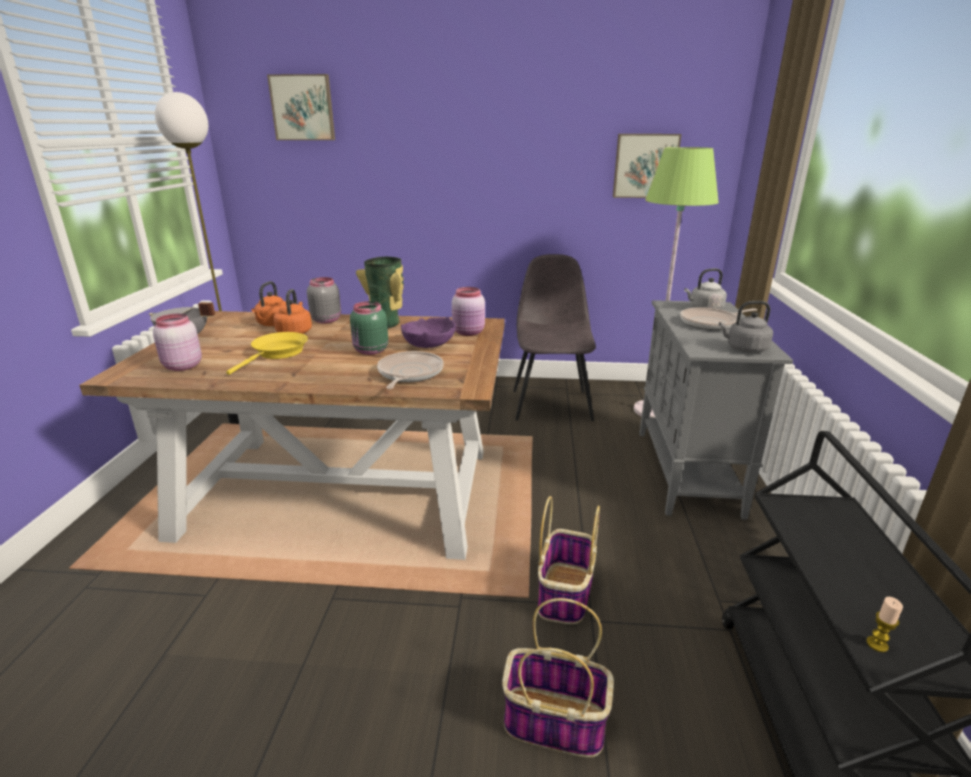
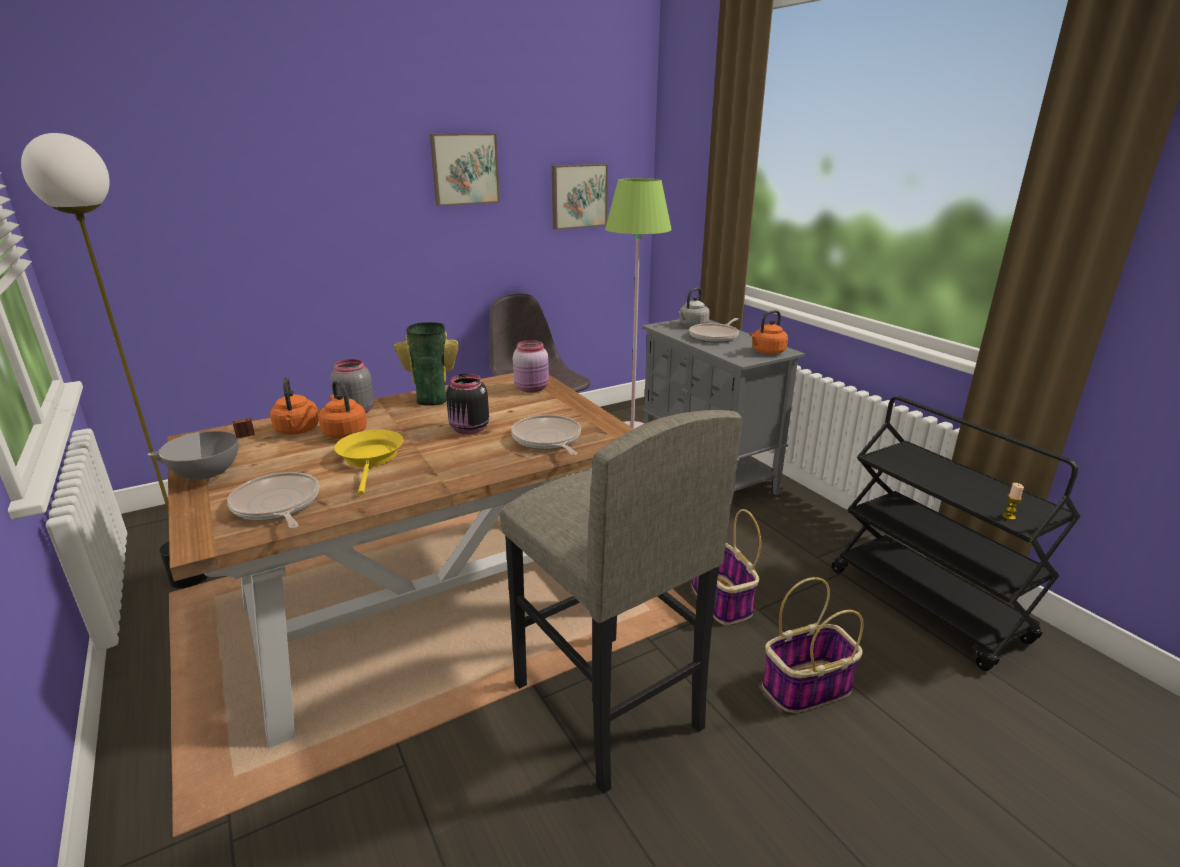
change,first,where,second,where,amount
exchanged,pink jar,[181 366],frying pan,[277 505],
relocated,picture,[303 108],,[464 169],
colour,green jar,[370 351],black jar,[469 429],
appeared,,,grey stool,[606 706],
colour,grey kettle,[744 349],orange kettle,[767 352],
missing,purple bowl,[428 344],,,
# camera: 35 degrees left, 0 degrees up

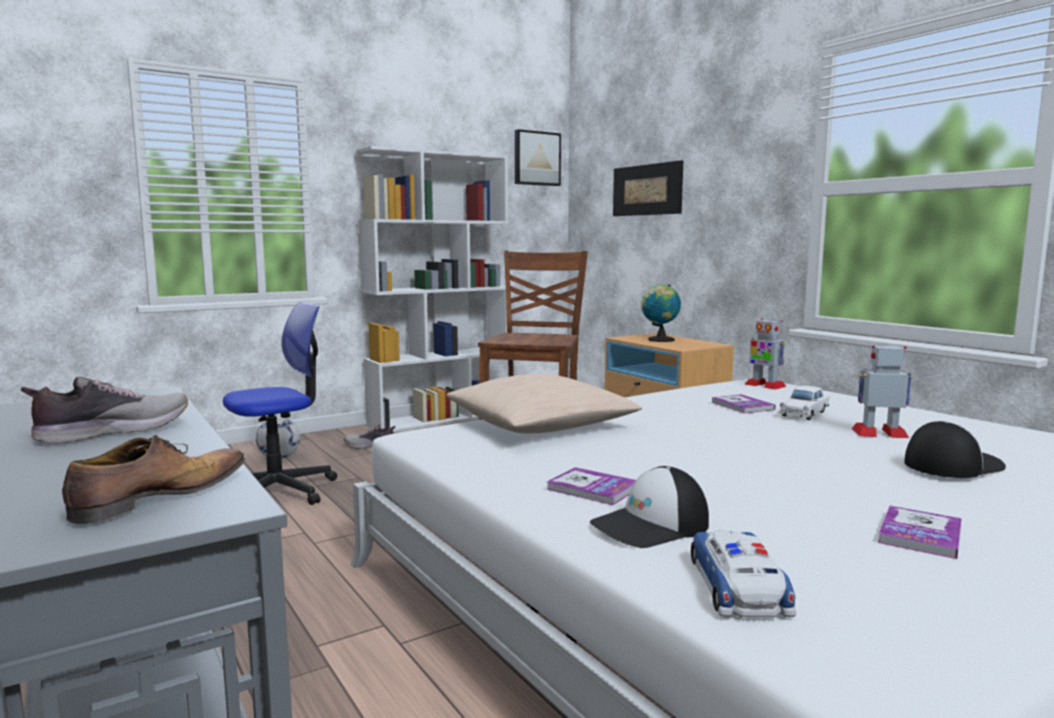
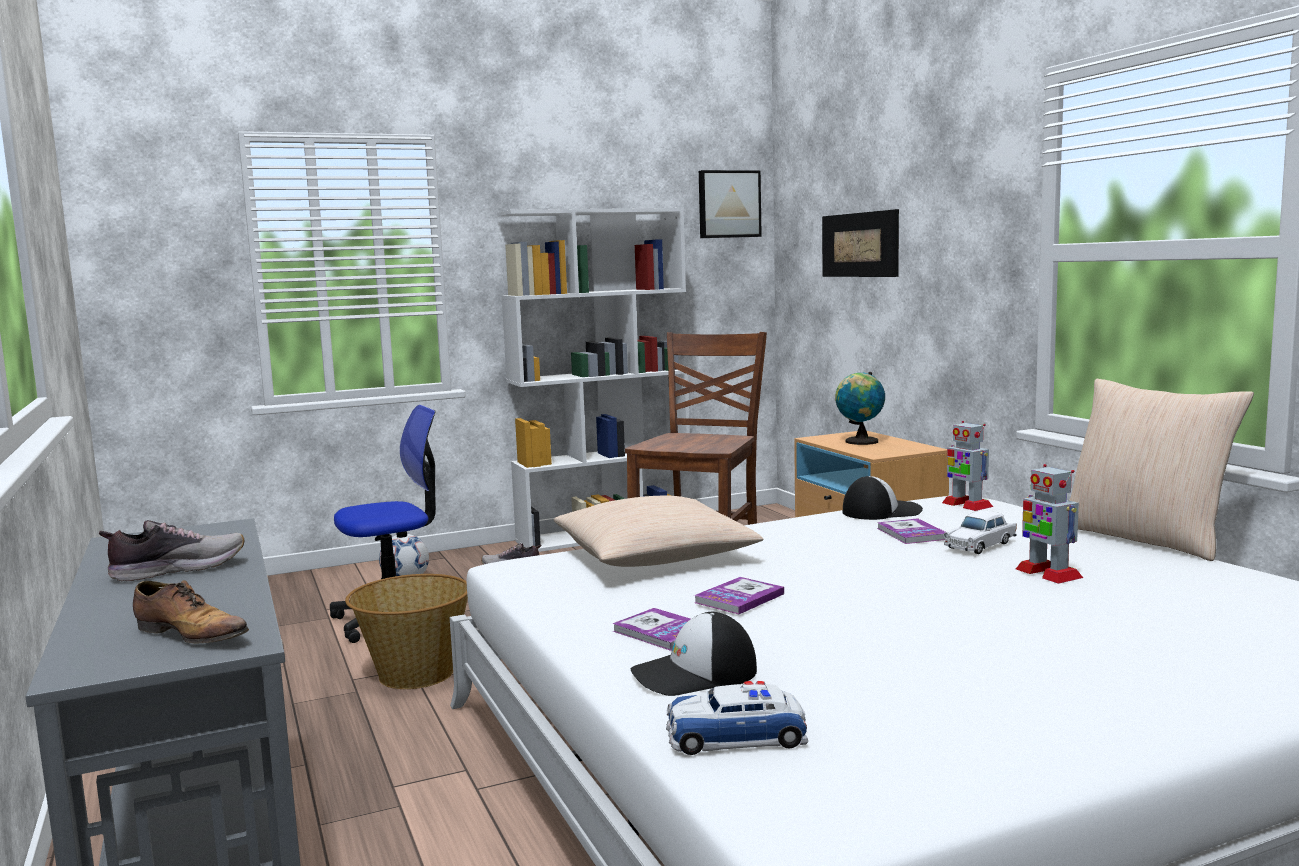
change,first,where,second,where,amount
spun,shoe,[158 498],,[191 634],75 degrees clockwise
appeared,,,basket,[414 674],
spun,toy car,[738 586],,[736 736],105 degrees counterclockwise
relocated,book,[920 534],,[739 598],
relocated,cap,[952 465],,[881 511],
spun,toy robot,[880 433],,[1047 573],135 degrees counterclockwise
appeared,,,beige pillow,[1145 538],
# camera: 10 degrees right, 0 degrees up

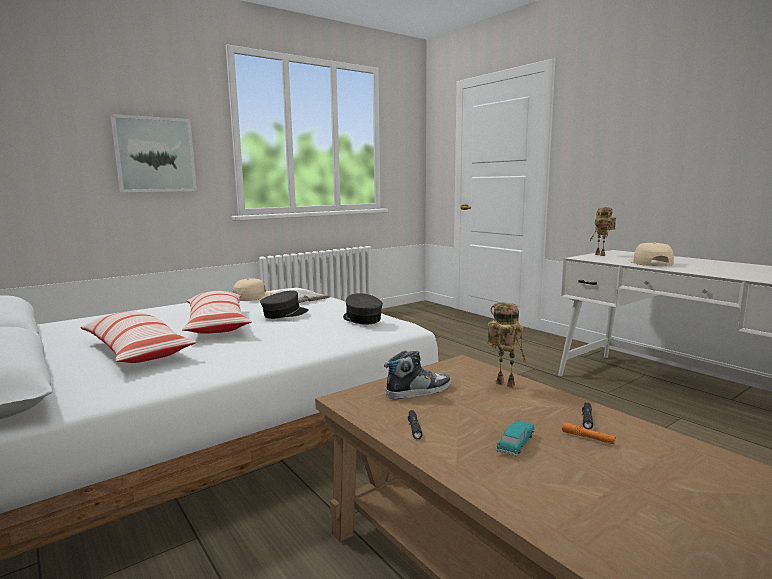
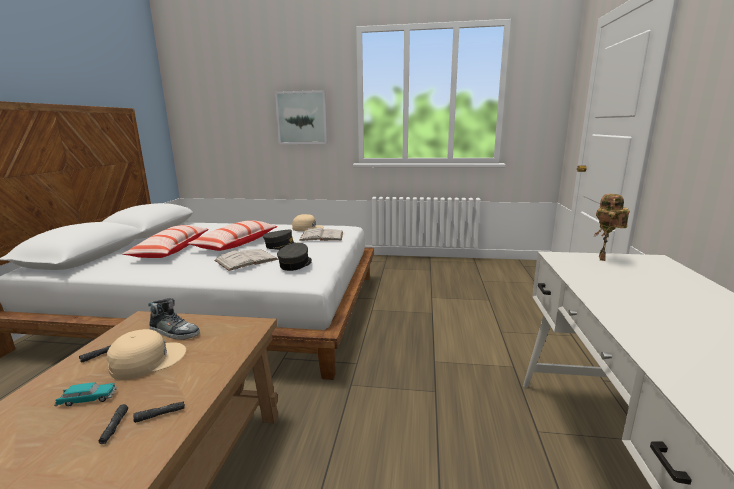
change,first,where,second,where,amount
colour,orange flashlight,[588 438],black flashlight,[114 427],
relocated,beige cap,[649 262],,[147 360],
appeared,,,white book,[246 260],
missing,toy robot,[503 385],,,
# camera: 45 degrees right, 5 degrees up

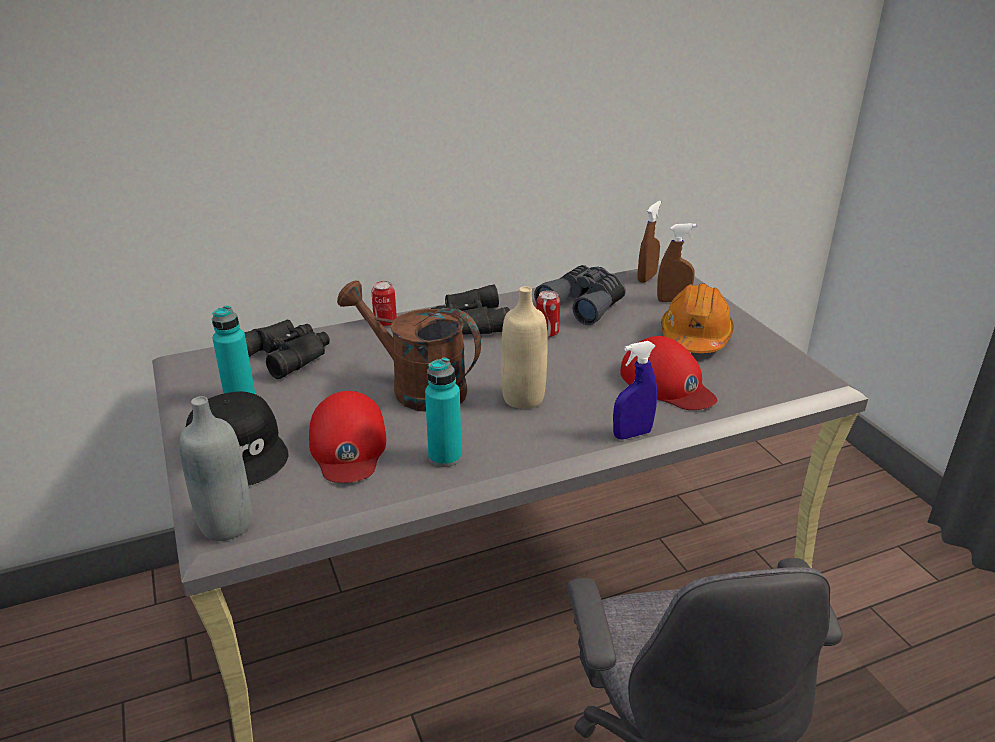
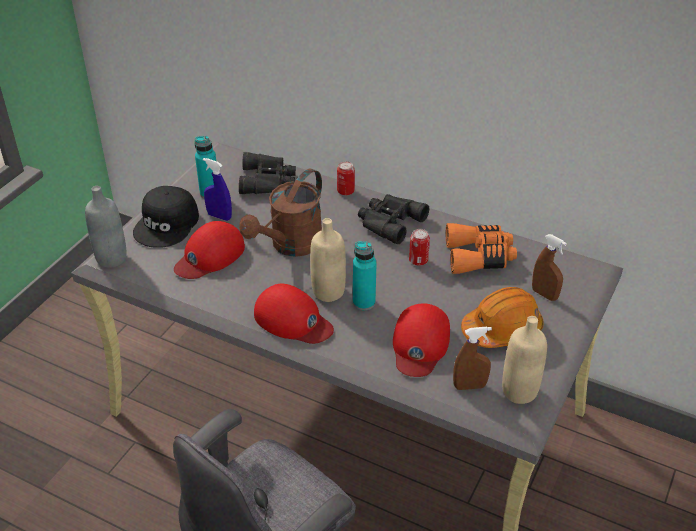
change,first,where,second,where,amount
relocated,blue spray bottle,[632 434],,[219 216],
spun,brown watering can,[417 388],,[291 246],135 degrees counterclockwise
appeared,,,red cap,[293 320],
relocated,turquoise bottle,[445 457],,[364 302],
colour,grey binoculars,[584 304],orange binoculars,[479 256],
relocated,brown spray bottle,[647 278],,[469 386],
appeared,,,beige bottle,[519 391],
# camera: 50 degrees right, 10 degrees up

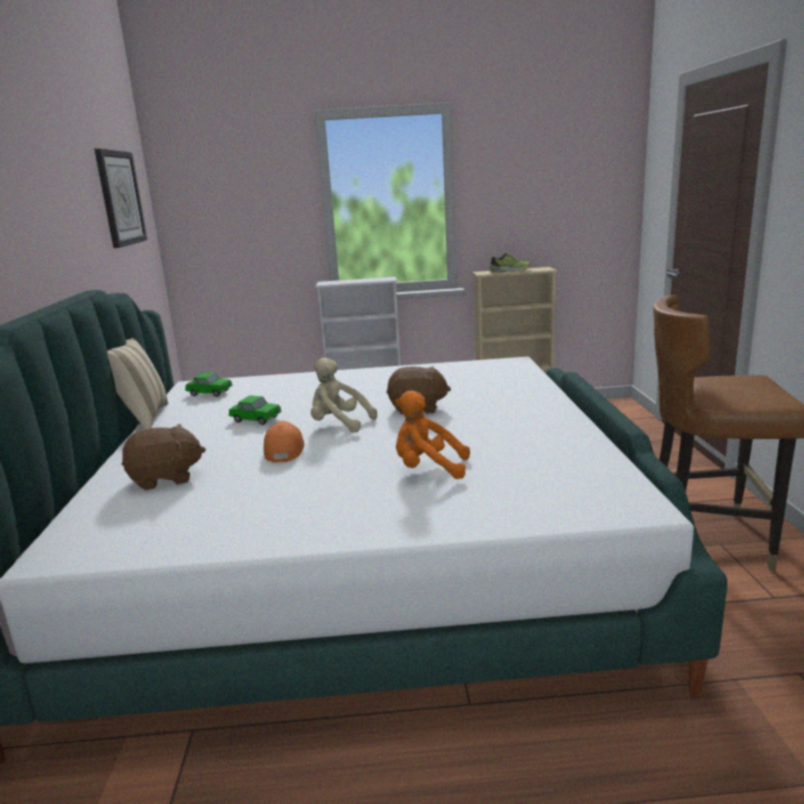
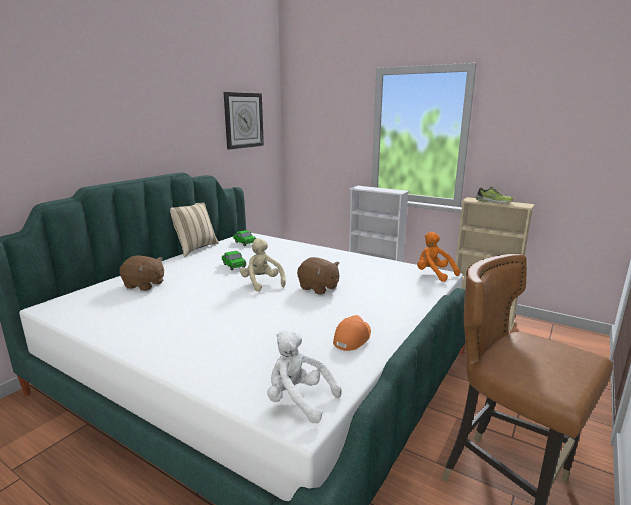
change,first,where,second,where,amount
appeared,,,white plush toy,[298 400],
relocated,orange cap,[283 450],,[352 338],
relocated,orange plush toy,[428 469],,[433 274],
# camera: 35 degrees right, 0 degrees up

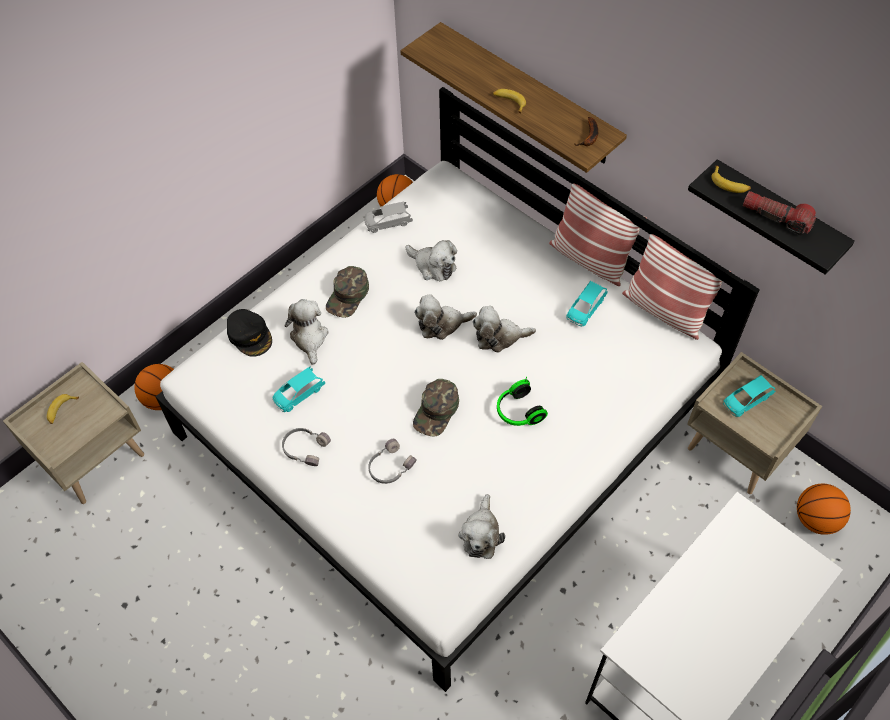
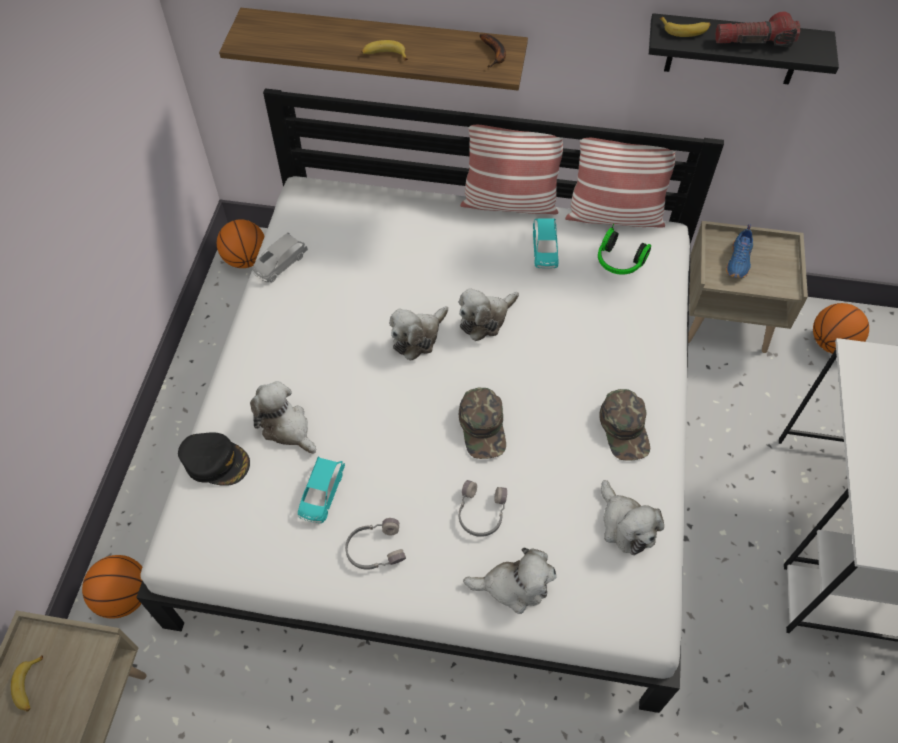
change,first,where,second,where,amount
relocated,plush toy,[433 266],,[514 586],
relocated,headphones,[518 411],,[619 262],
relocated,green cap,[348 296],,[625 429],
exchanged,turquoise toy car,[746 400],blue shoe,[739 261],
# camera: 35 degrees left, 0 degrees up

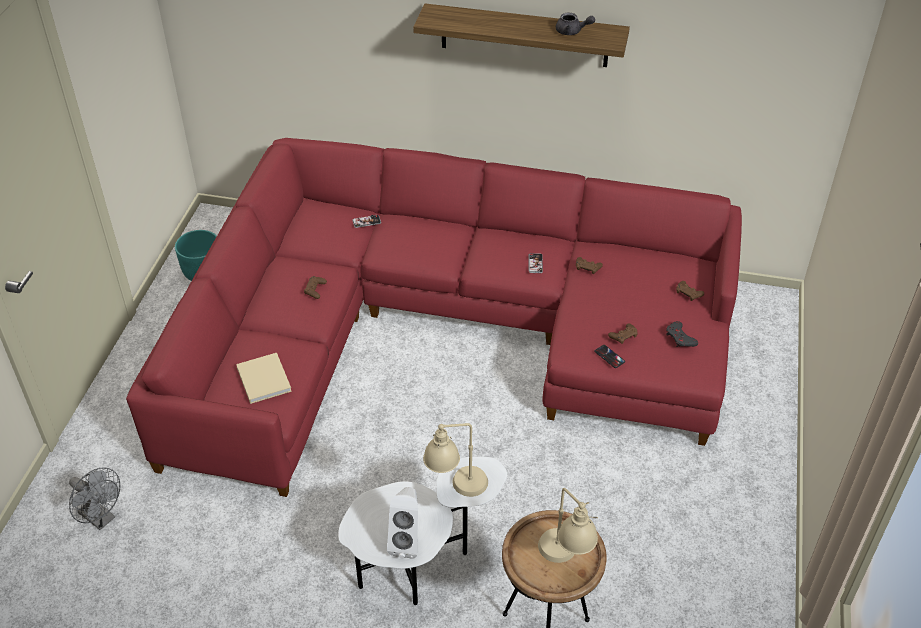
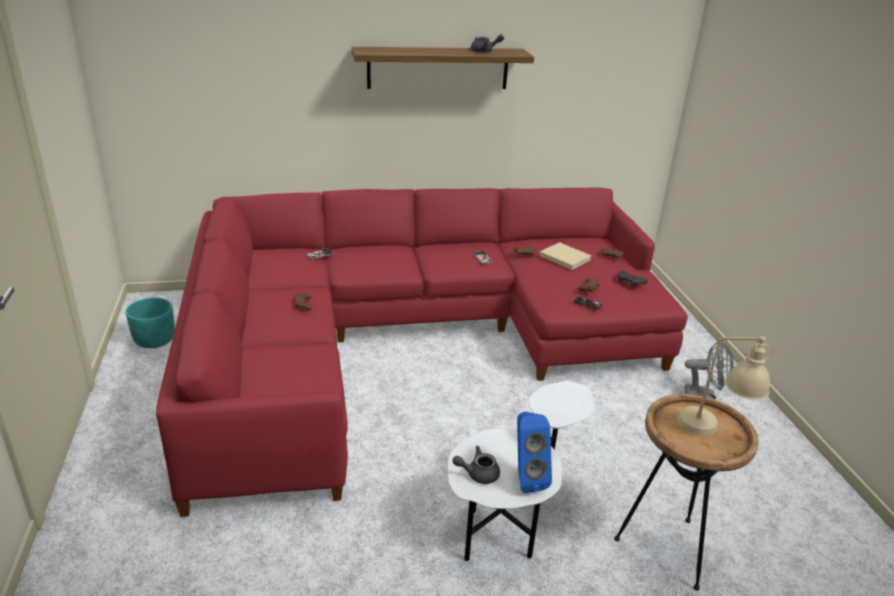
change,first,where,second,where,amount
appeared,,,grey teapot,[478 474],
colour,white speaker,[407 541],blue speaker,[526 478],
relocated,beige book,[263 378],,[563 257],
relocated,grey fan,[101 518],,[704 395],
missing,beige table lamp,[456 488],,,
# camera: 25 degrees left, 15 degrees down

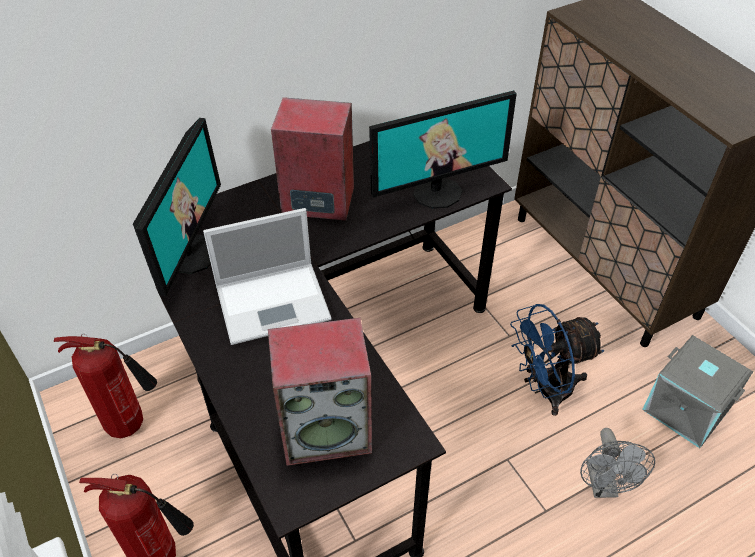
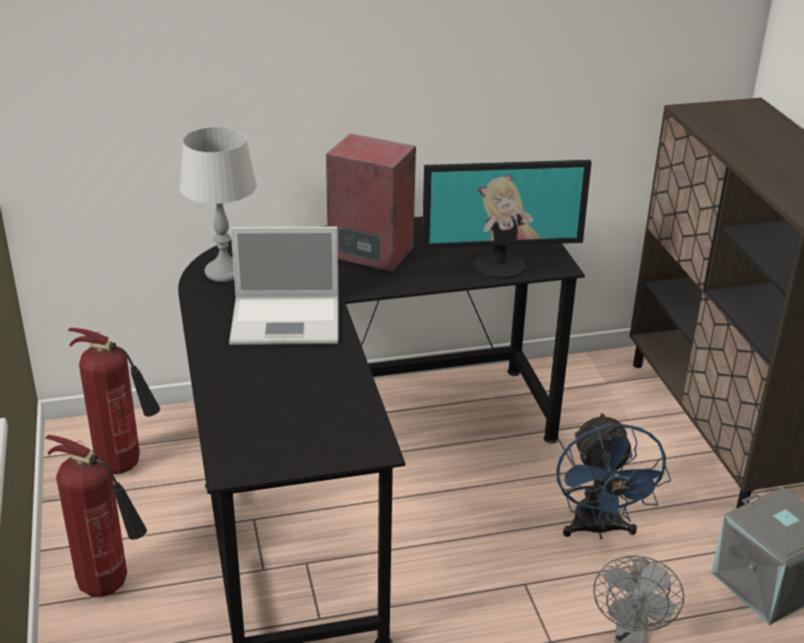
change,first,where,second,where,amount
exchanged,monitor,[192 254],grey table lamp,[224 271],
spun,blue fan,[545 390],,[598 529],90 degrees counterclockwise
missing,speaker,[327 429],,,
# camera: 15 degrees right, 15 degrees down

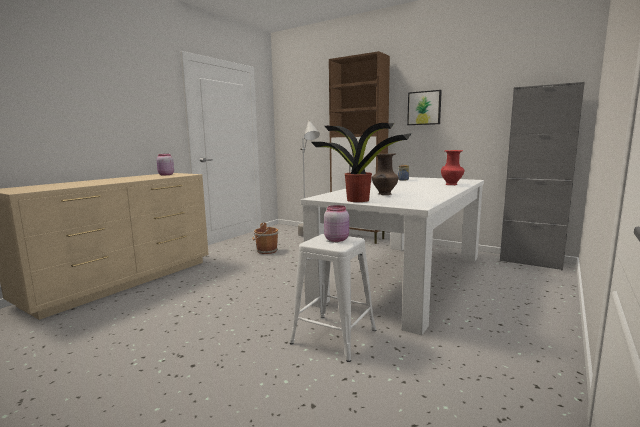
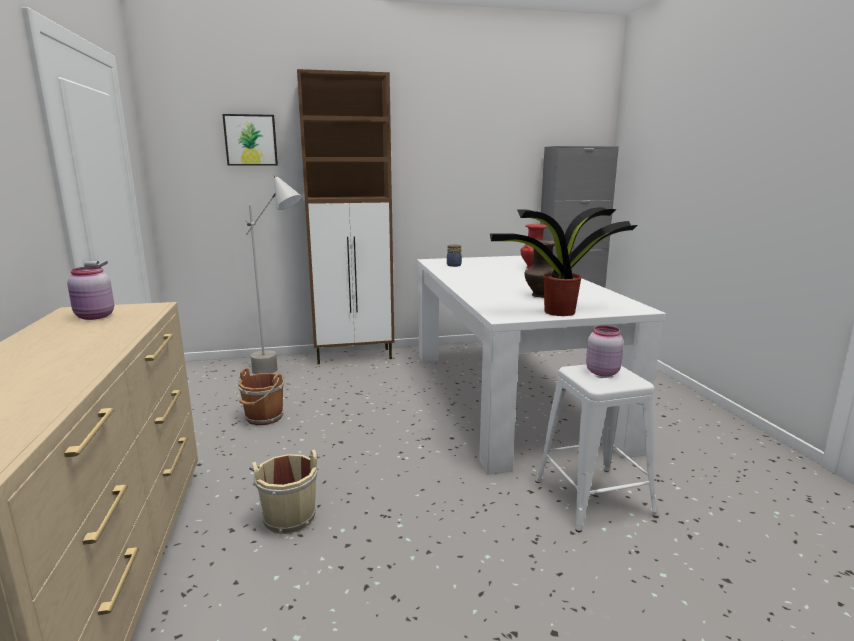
change,first,where,second,where,amount
relocated,picture,[424 108],,[251 140],
appeared,,,beige bucket,[288 516],
# camera: 45 degrees left, 5 degrees up

